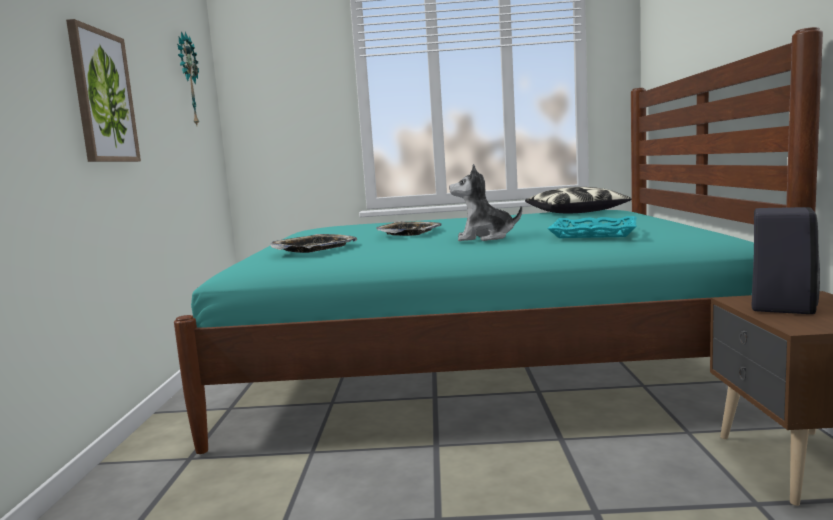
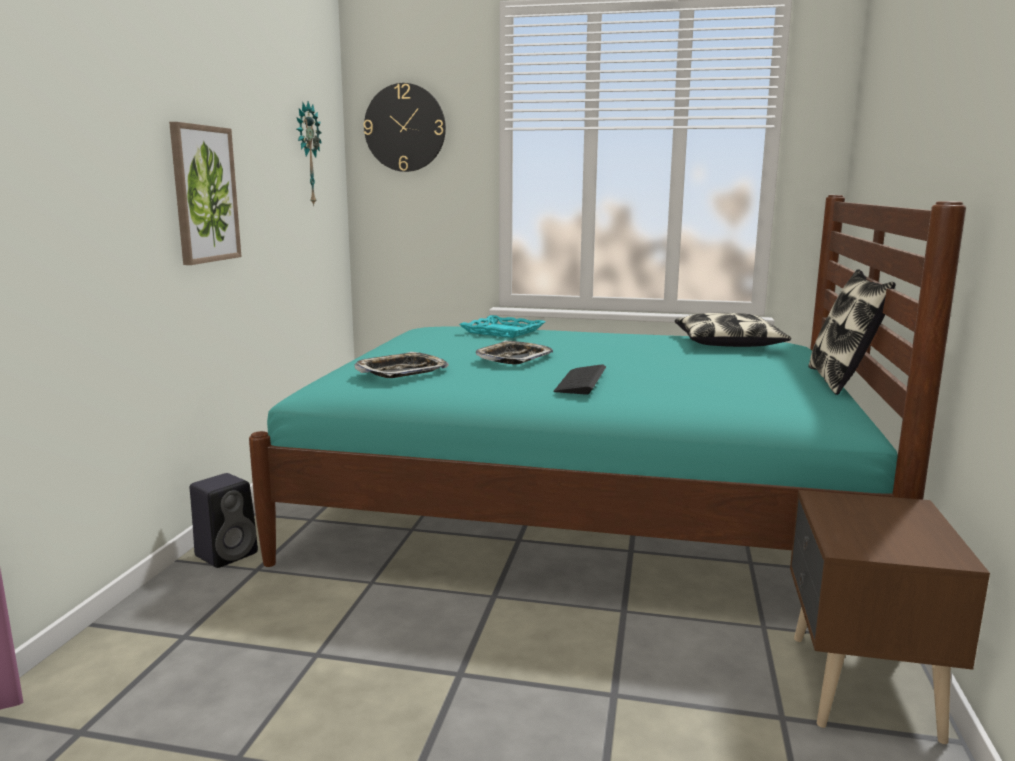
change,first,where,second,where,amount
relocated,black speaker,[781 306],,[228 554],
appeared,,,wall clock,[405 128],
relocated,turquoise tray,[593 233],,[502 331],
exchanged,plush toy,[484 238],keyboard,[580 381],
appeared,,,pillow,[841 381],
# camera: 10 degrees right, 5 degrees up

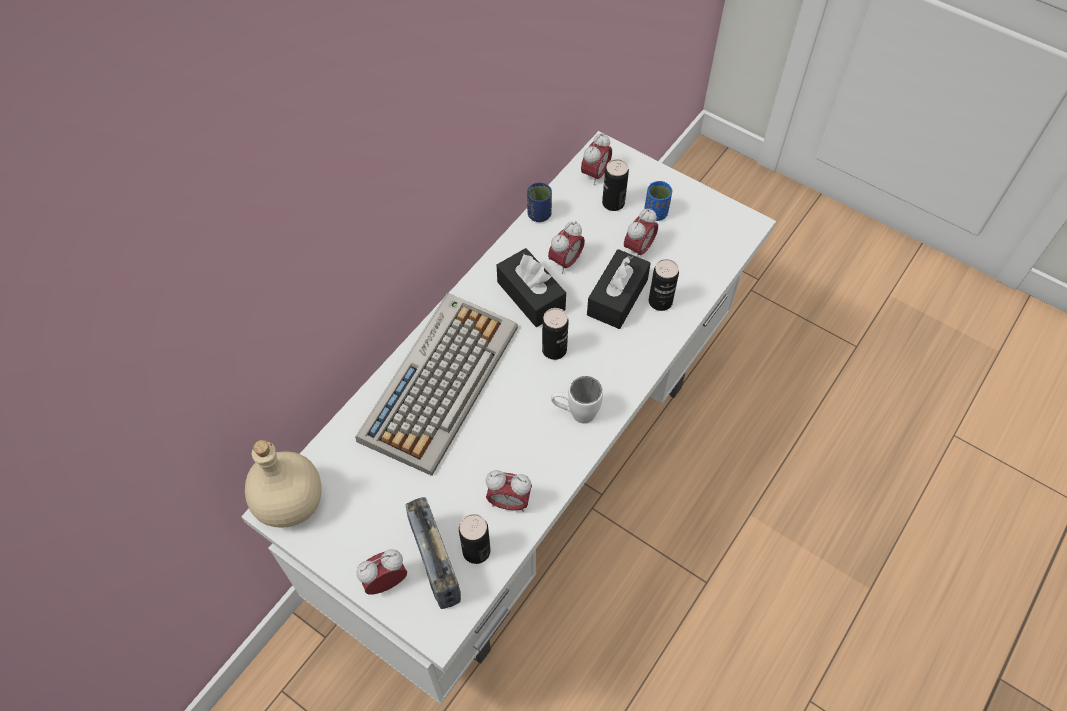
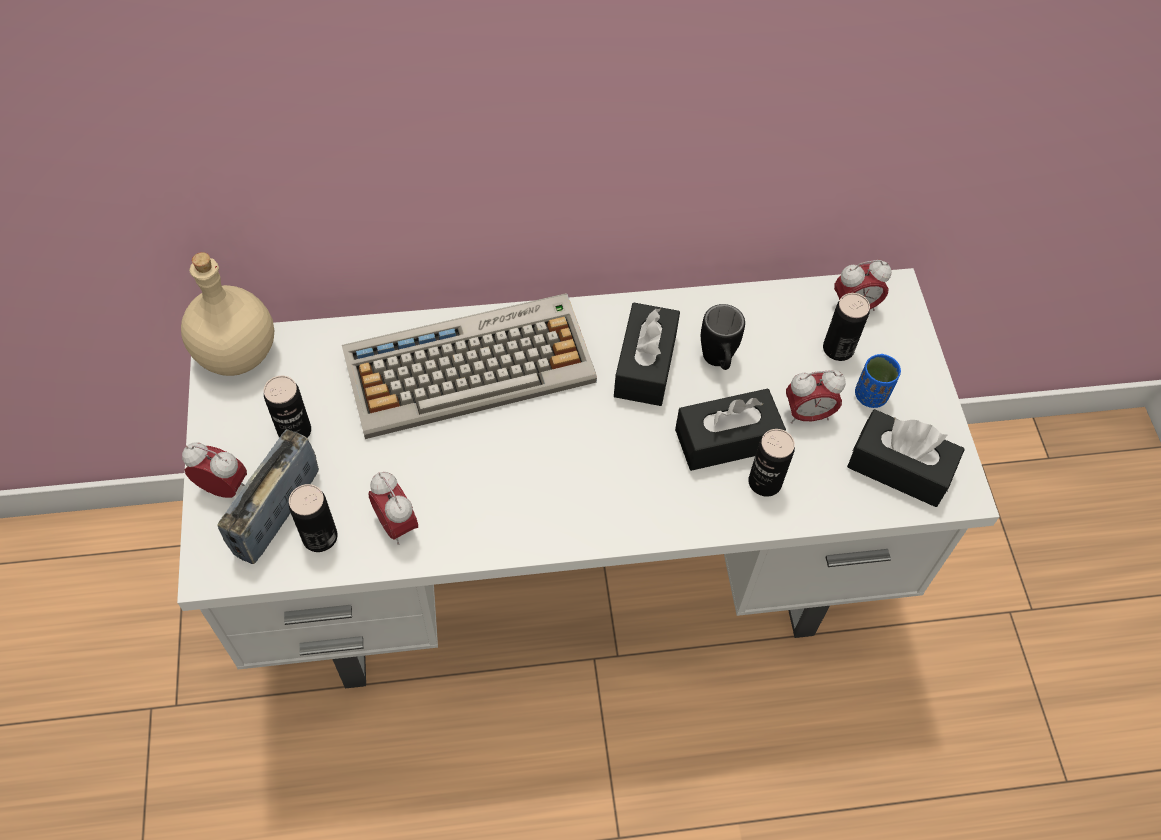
change,first,where,second,where,amount
relocated,can,[554 349],,[294 431],
exchanged,alarm clock,[565 262],black mug,[718 363],
appeared,,,black tissue box,[899 468],
missing,blue cup,[539 214],,,
missing,white mug,[575 413],,,
# camera: 45 degrees right, 0 degrees up

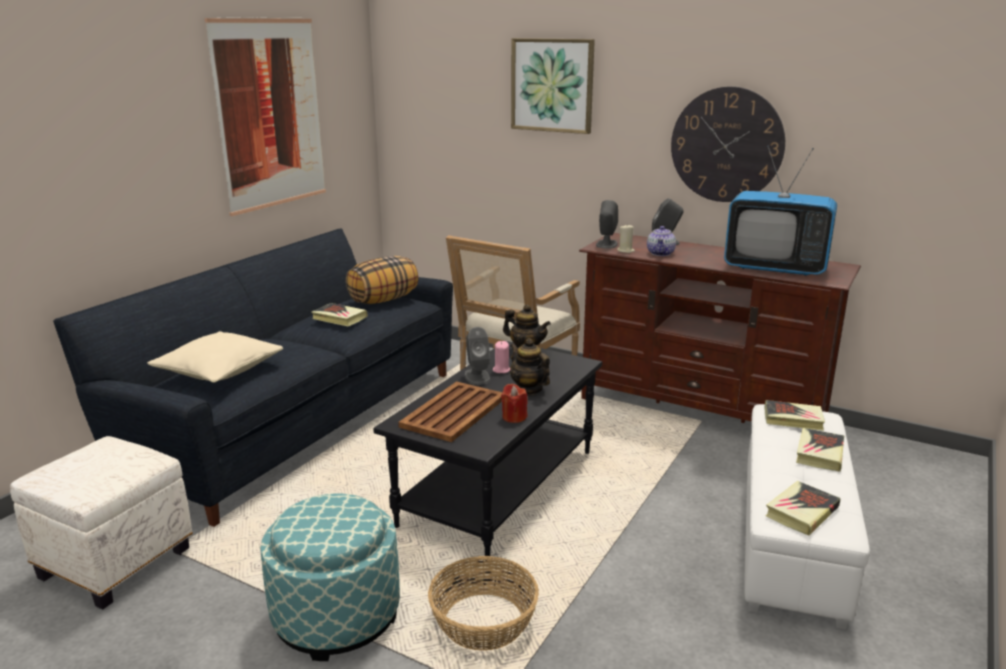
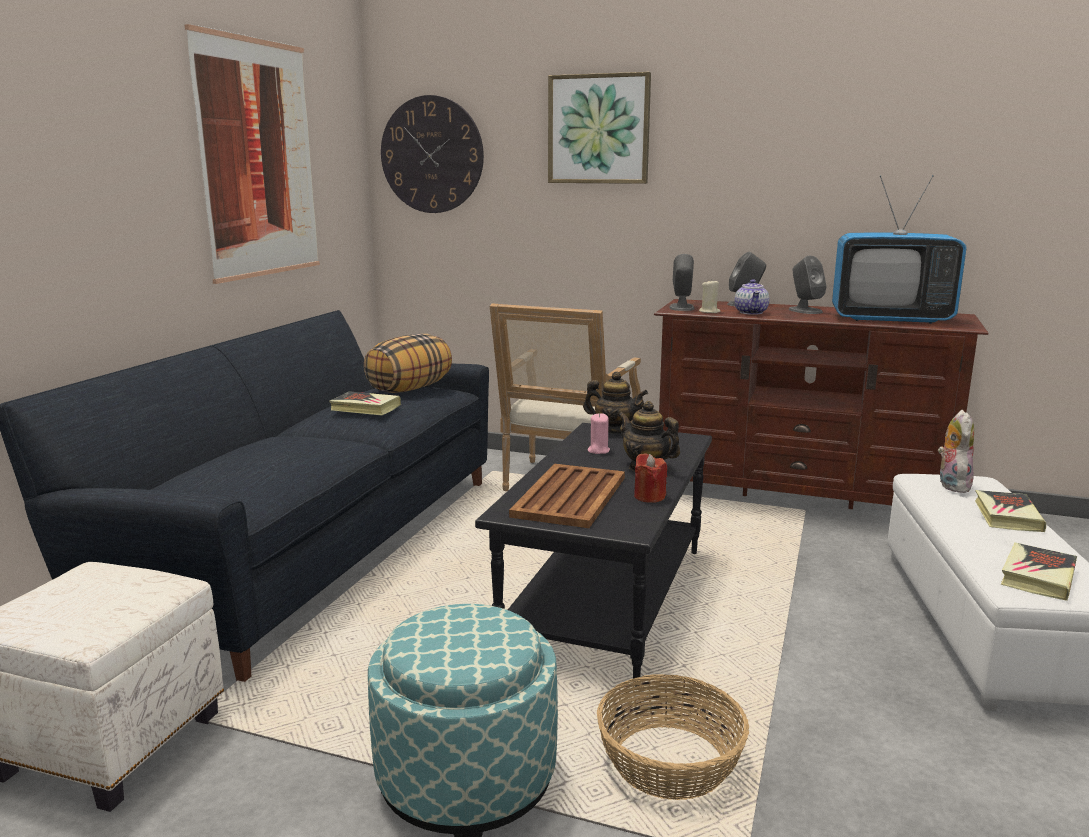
change,first,where,second,where,amount
relocated,wall clock,[726 145],,[432 155],
relocated,grey speaker,[477 377],,[805 310],
exchanged,book,[793 419],plush toy,[951 485],
missing,beige pillow,[219 371],,,
# camera: 10 degrees left, 5 degrees down

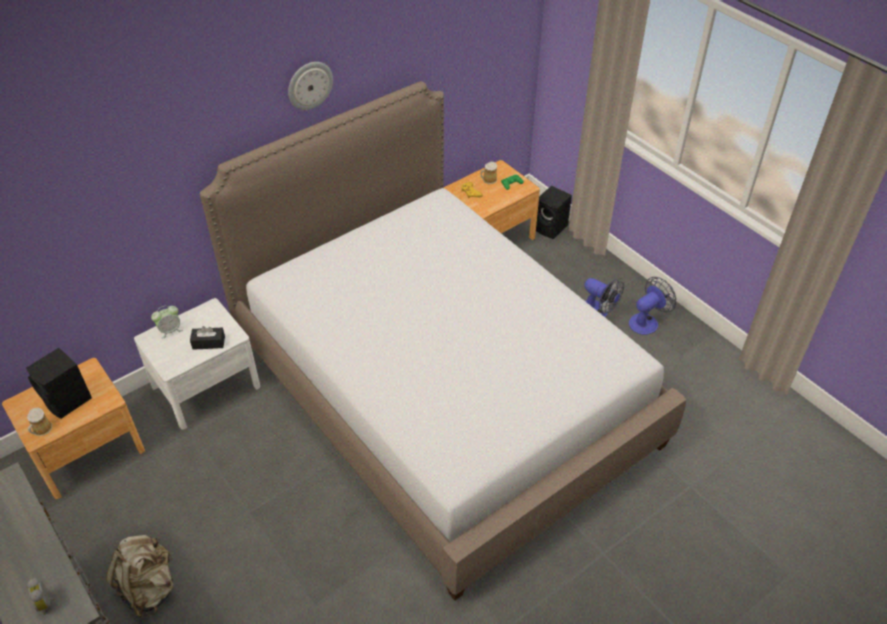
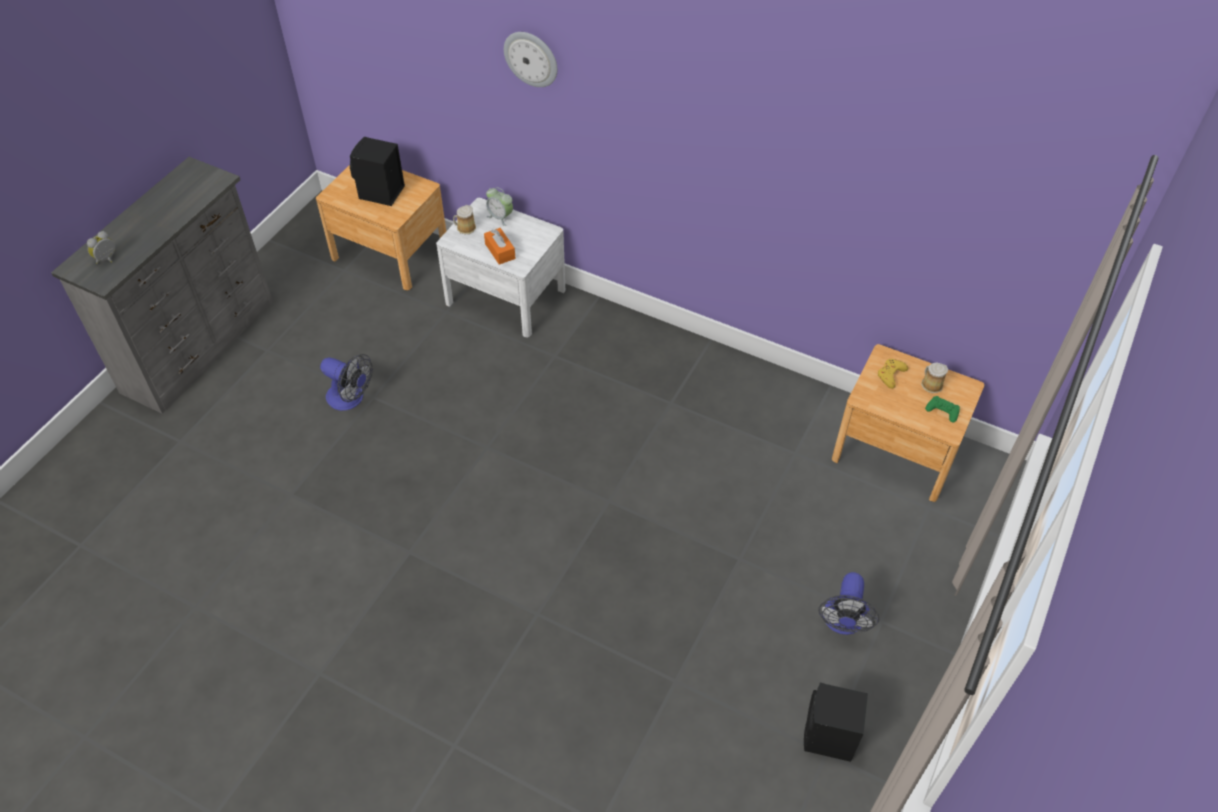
change,first,where,second,where,amount
relocated,fan,[647 321],,[350 399],
relocated,mug,[41 430],,[465 228],
colour,black tissue box,[208 343],orange tissue box,[500 251],
relocated,wall clock,[309 85],,[531 58],
relocated,black speaker,[551 228],,[828 738],
missing,beige backpack,[149 588],,,
missing,bed,[443 392],,,
# camera: 65 degrees right, 5 degrees up

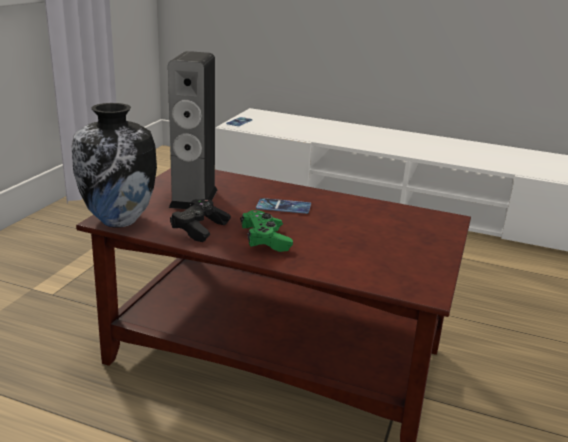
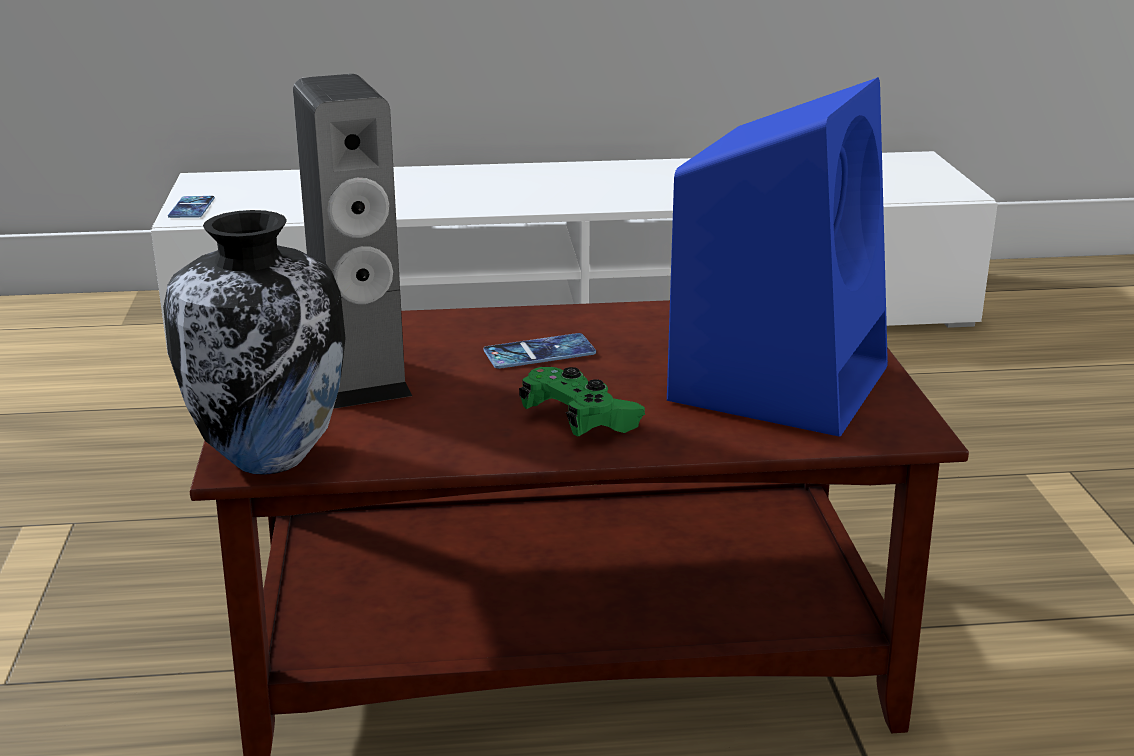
change,first,where,second,where,amount
appeared,,,blue speaker,[779 380],
missing,black game controller,[200 229],,,
# camera: 25 degrees left, 0 degrees up

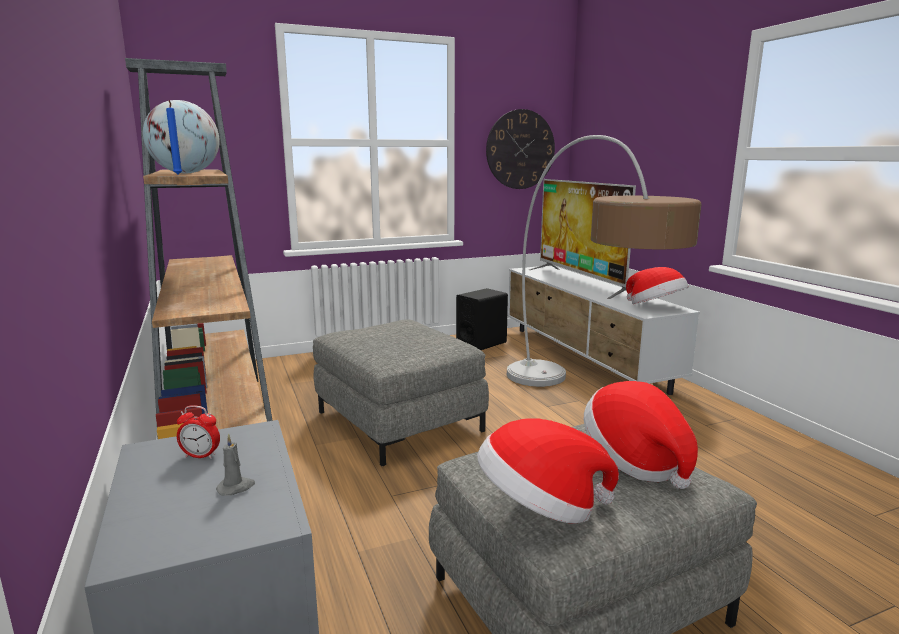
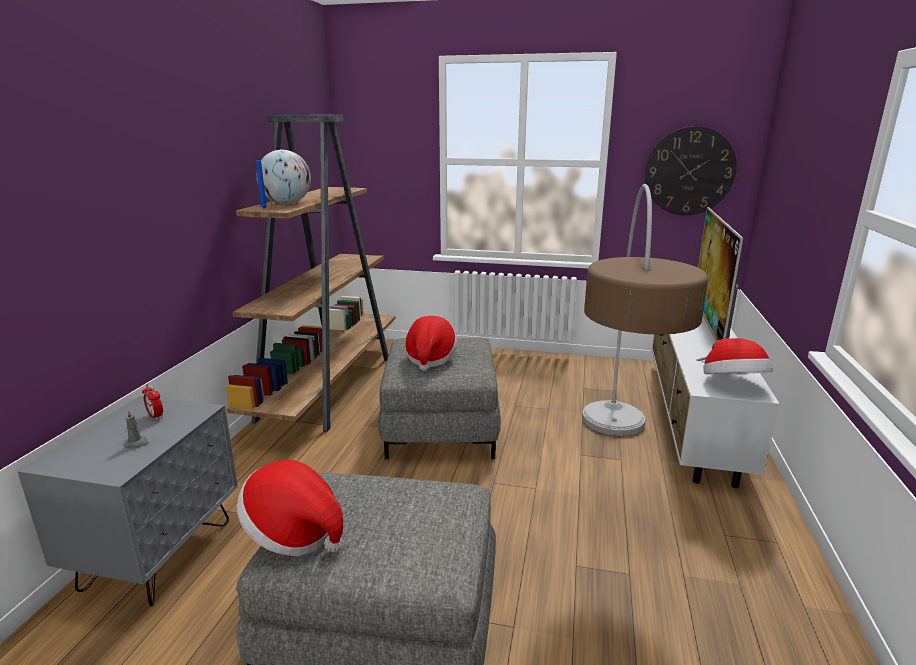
change,first,where,second,where,amount
relocated,hat,[635 461],,[430 358],
missing,black speaker,[481 343],,,
# camera: 35 degrees right, 5 degrees up

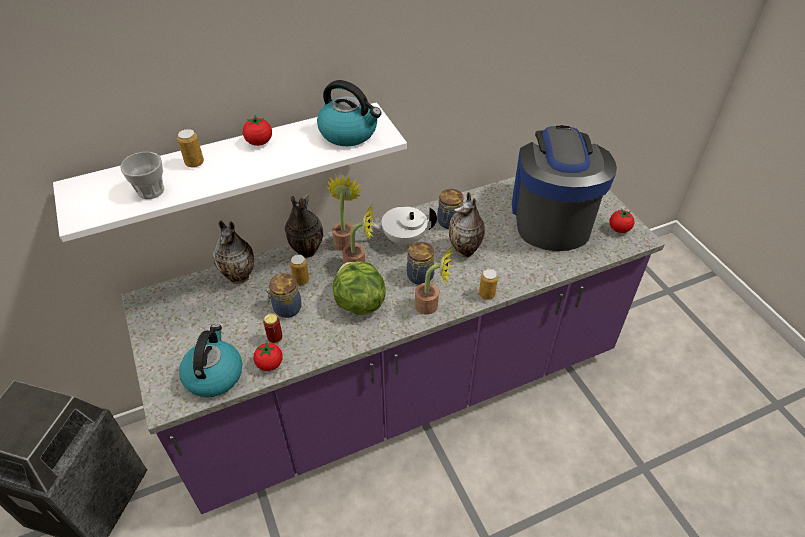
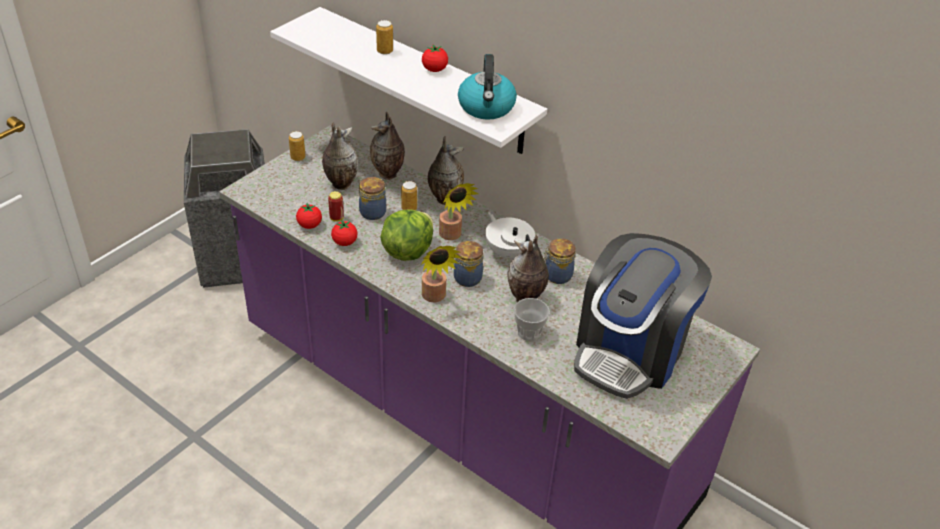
change,first,where,second,where,amount
relocated,can,[487 294],,[298 157],
appeared,,,vase,[340 184],
relocated,tomato,[619 229],,[344 242],
relocated,cup,[151 191],,[529 332],
spun,coffee machine,[551 217],,[630 351],150 degrees clockwise
missing,kettle,[214 374],,,
missing,potted plant,[345 239],,,
# camera: 60 degrees right, 5 degrees down

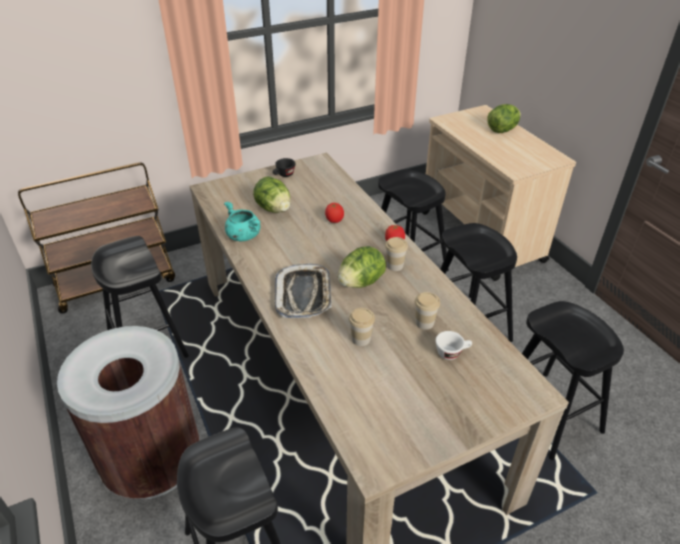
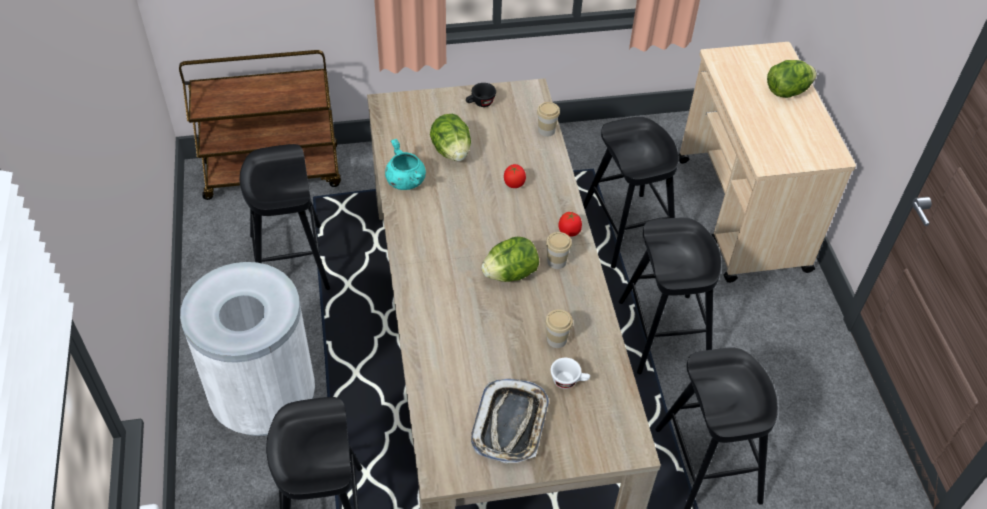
change,first,where,second,where,amount
colour,brown trash can,[153 462],white trash can,[264 399],
relocated,tray,[304 295],,[510 424],
relocated,cup,[361 339],,[546 130],
# camera: 15 degrees right, 10 degrees up

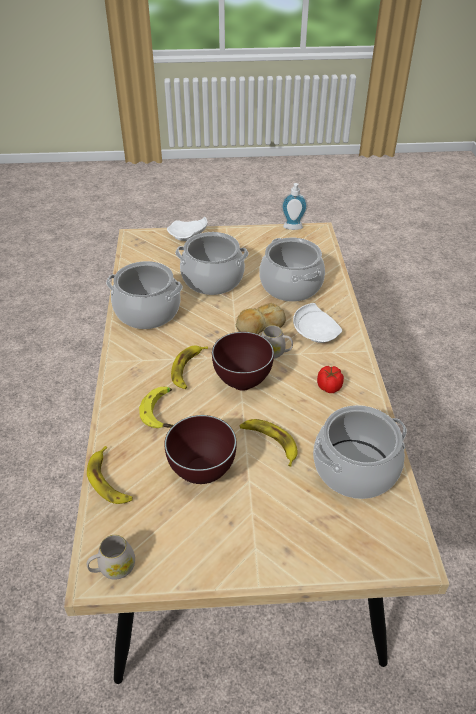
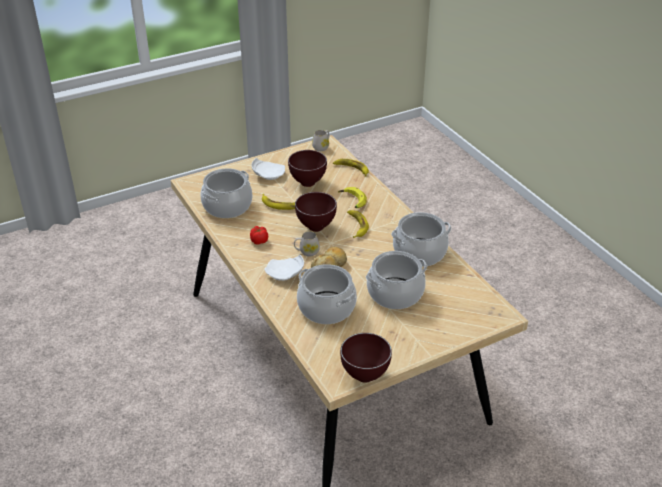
change,first,where,second,where,amount
relocated,white plate,[188 236],,[268 175],
exchanged,soap dispenser,[292 228],brown bowl,[364 377],
# camera: 155 degrees right, 5 degrees down

